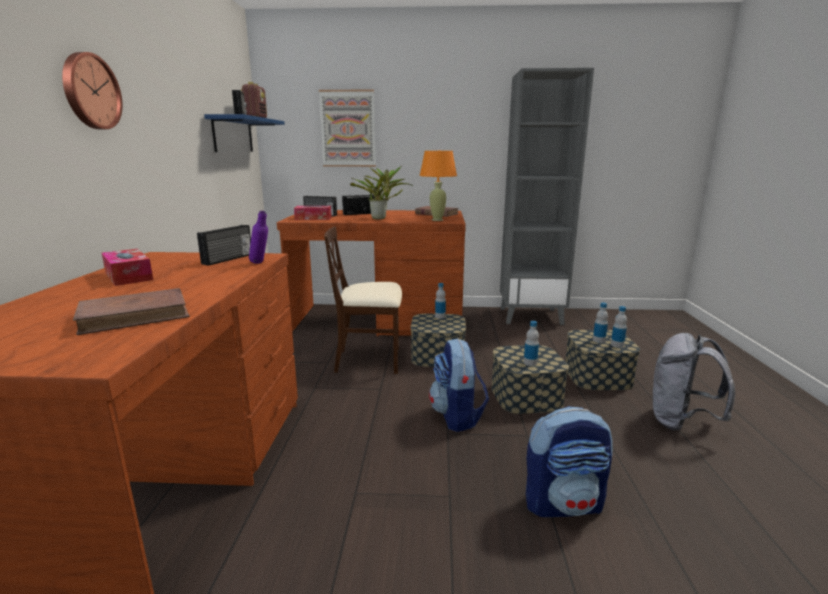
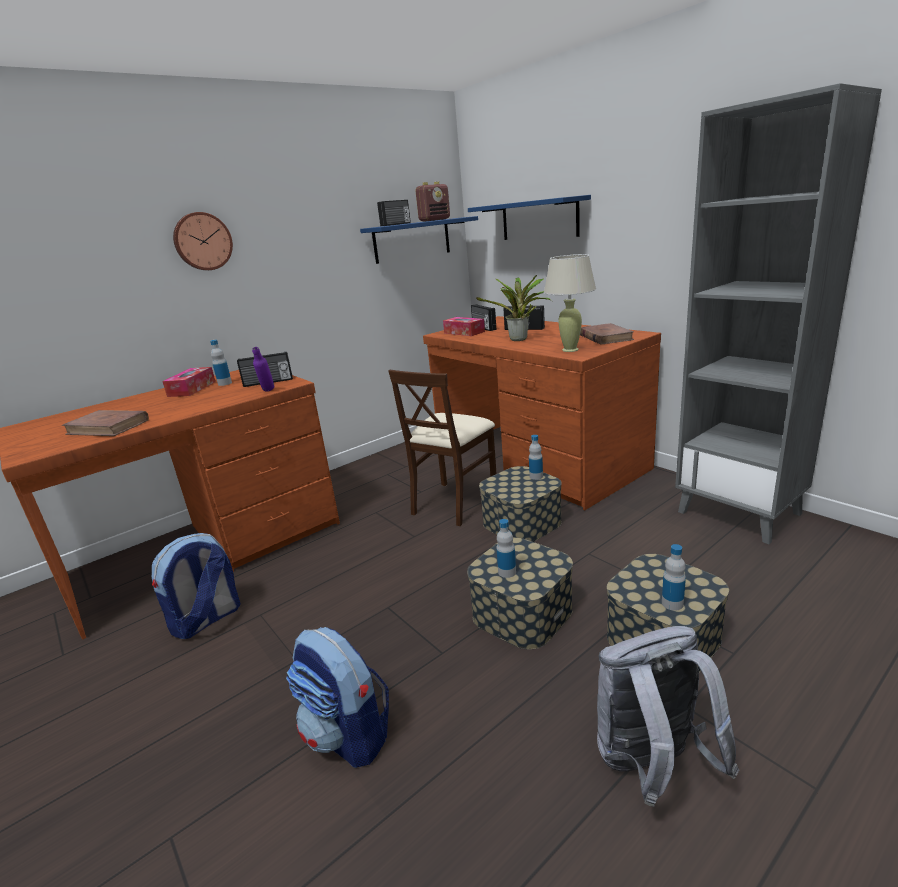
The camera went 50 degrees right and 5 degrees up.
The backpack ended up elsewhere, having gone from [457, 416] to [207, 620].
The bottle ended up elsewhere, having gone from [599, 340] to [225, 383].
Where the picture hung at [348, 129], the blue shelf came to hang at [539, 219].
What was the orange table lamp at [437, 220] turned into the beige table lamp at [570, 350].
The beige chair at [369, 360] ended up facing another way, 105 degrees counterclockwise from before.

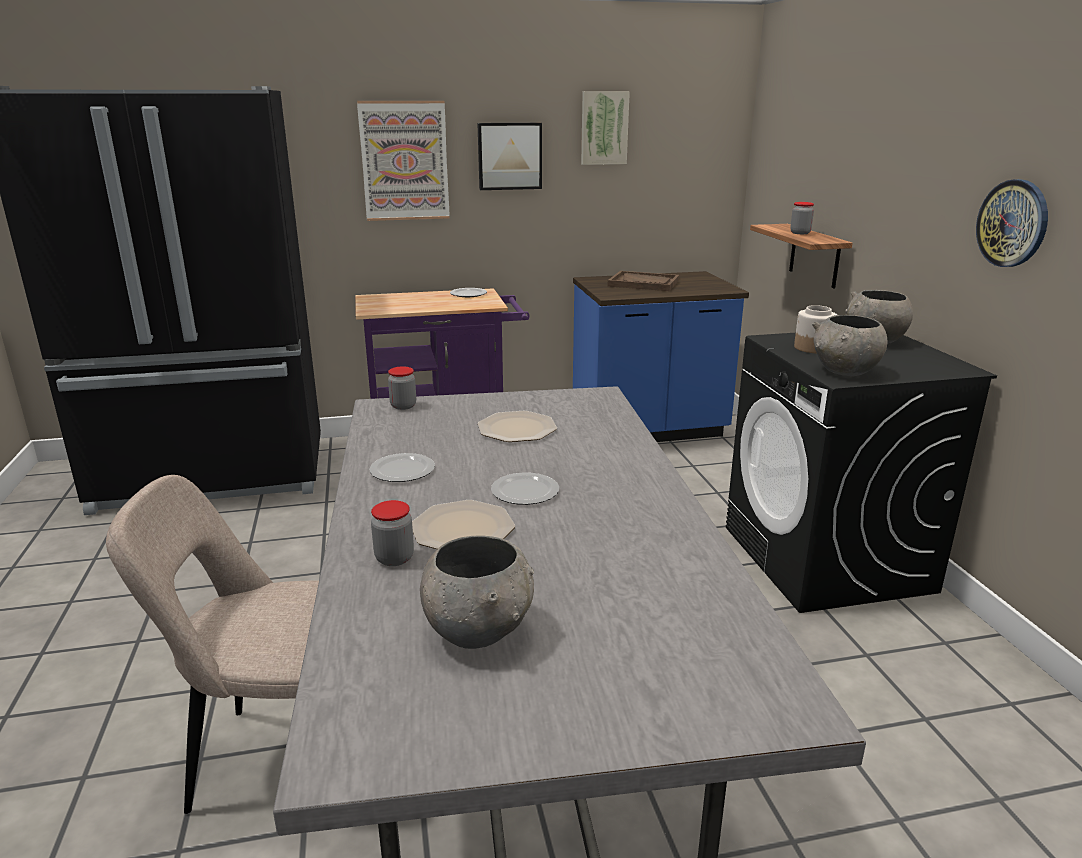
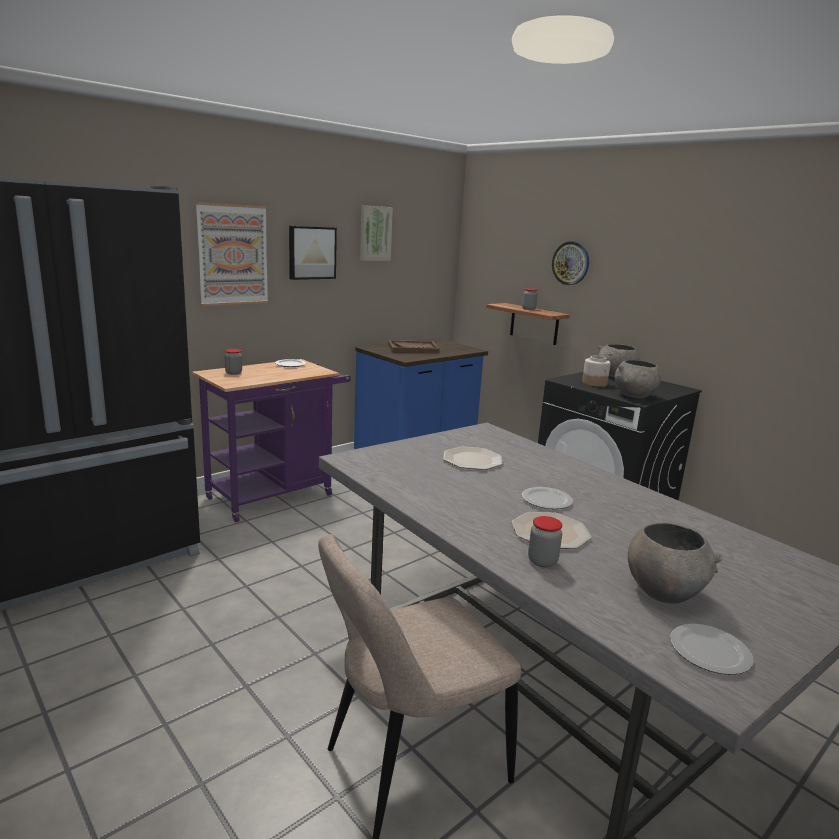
The camera went 30 degrees left and 5 degrees down.
The plate ended up elsewhere, having gone from [402, 470] to [708, 651].
The jar ended up elsewhere, having gone from [403, 406] to [233, 373].
The wall clock ended up elsewhere, having gone from [1012, 223] to [571, 263].

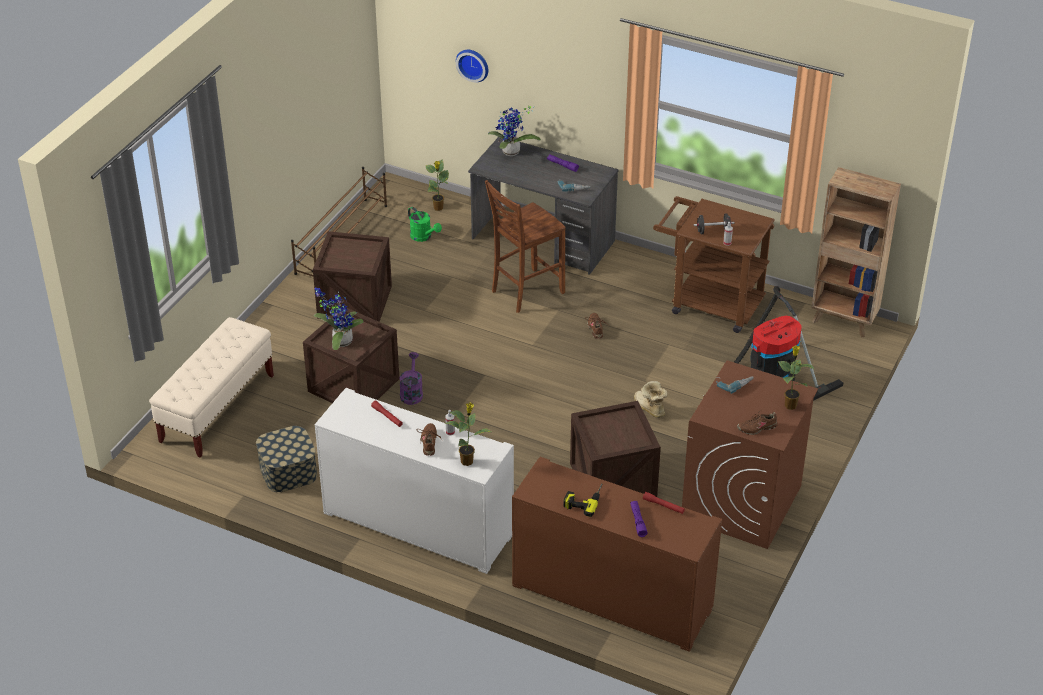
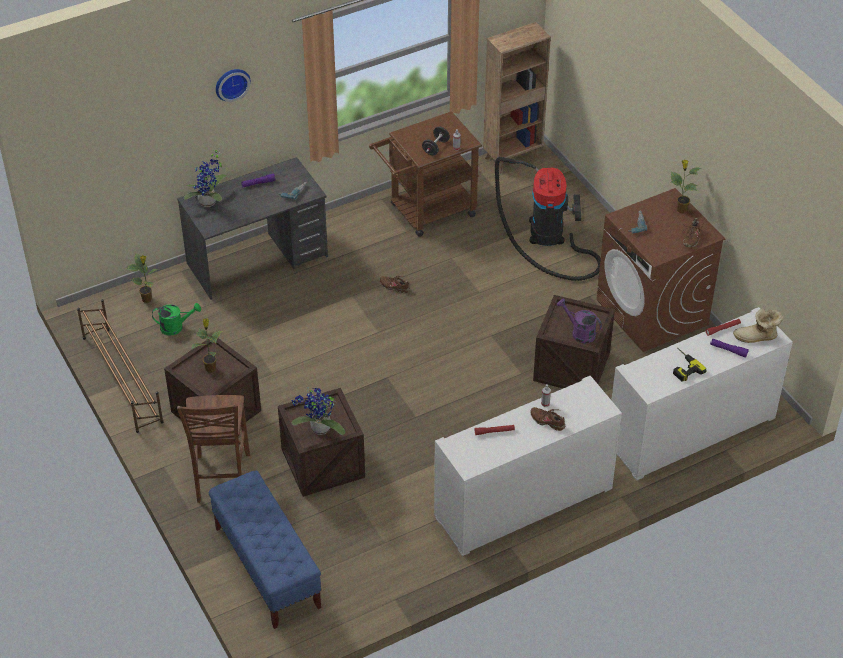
The camera went 55 degrees left and 5 degrees up.
The second view lost the storage box at [288, 471].
The purple watering can ended up elsewhere, having gone from [411, 393] to [579, 332].
The potted plant ended up elsewhere, having gone from [467, 461] to [210, 368].
The wall clock ended up elsewhere, having gone from [473, 64] to [231, 83].
The brown chair ended up elsewhere, having gone from [525, 292] to [221, 479].
The boot ended up elsewhere, having gone from [649, 409] to [756, 338].
What was the beige bench at [217, 408] turned into the blue bench at [267, 567].
What was the brown cabinet at [612, 597] turned into the white cabinet at [691, 431].

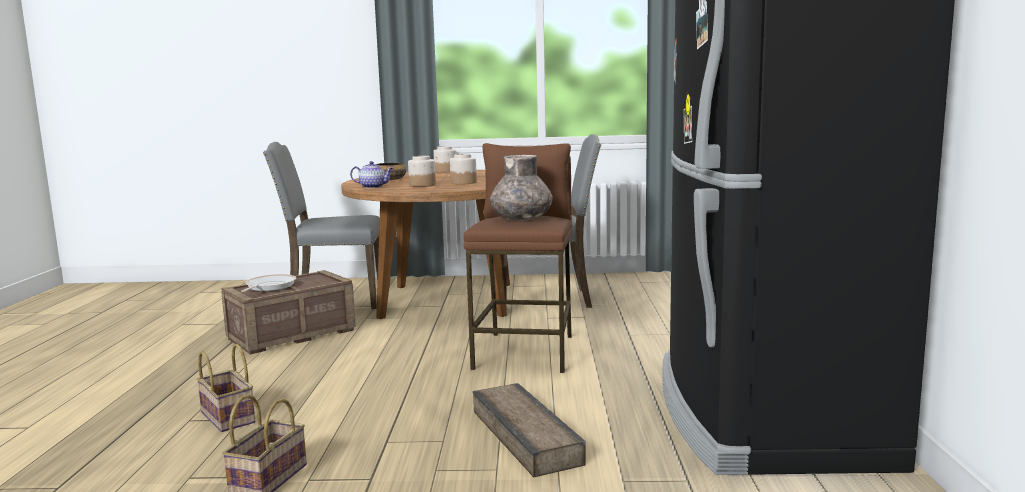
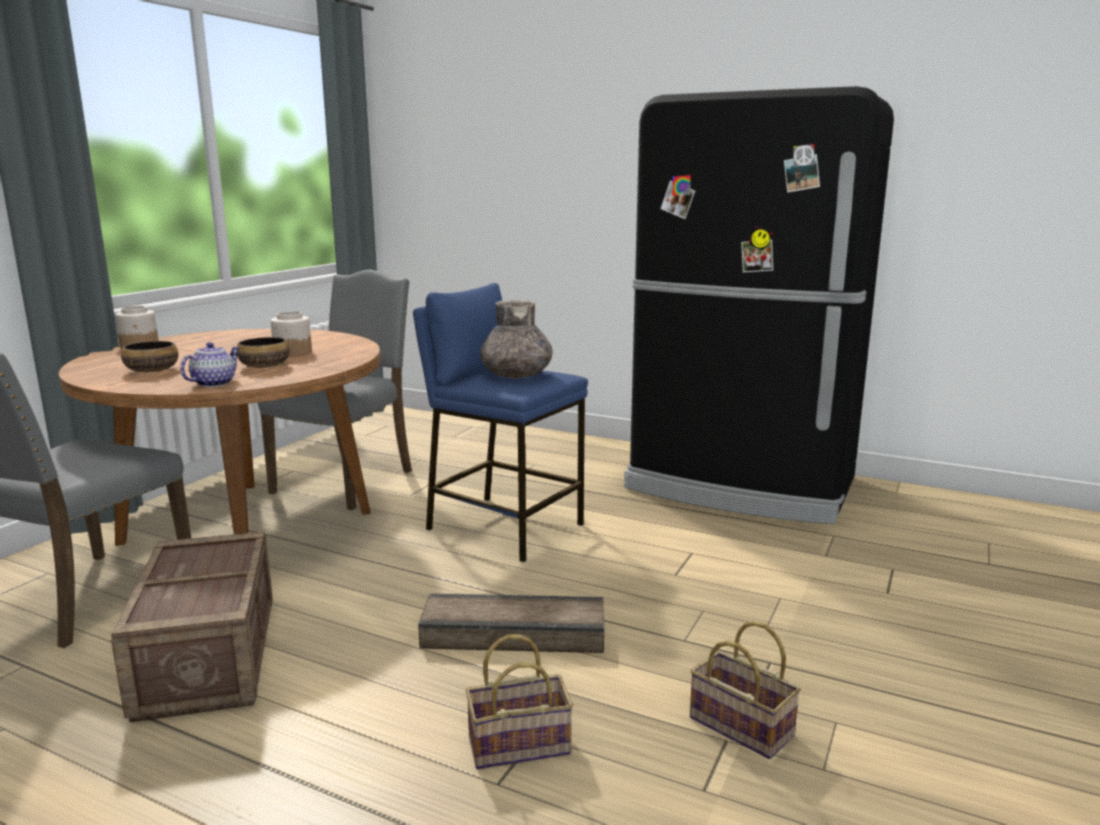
The camera went 65 degrees left and 5 degrees up.
The second view lost the frying pan at [269, 287].
The crate ended up elsewhere, having gone from [527, 435] to [513, 632].
Where the jar stood at [422, 185], the bowl came to stand at [264, 366].
What was the brown stool at [526, 352] turned into the blue stool at [504, 526].

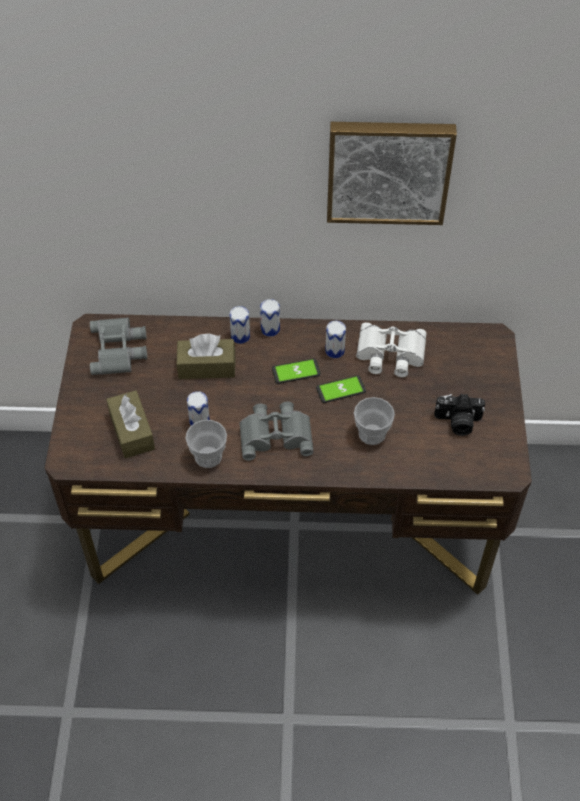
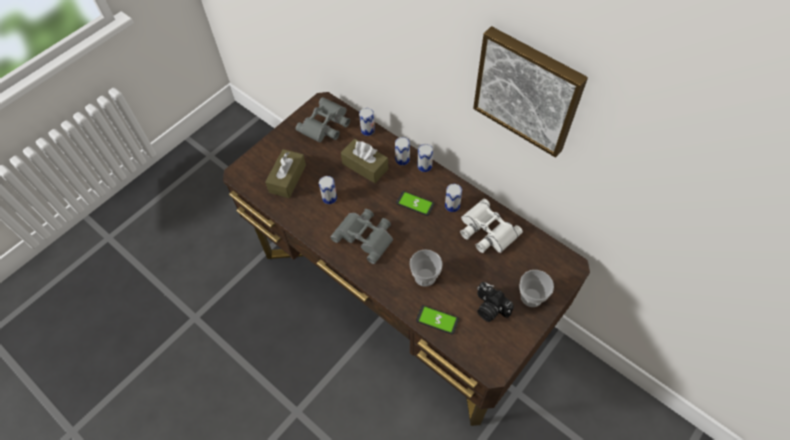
The camera went 40 degrees right and 5 degrees up.
The second view gained the can at [367, 130].
The cup ended up elsewhere, having gone from [208, 456] to [531, 297].
The phone ended up elsewhere, having gone from [341, 390] to [437, 320].

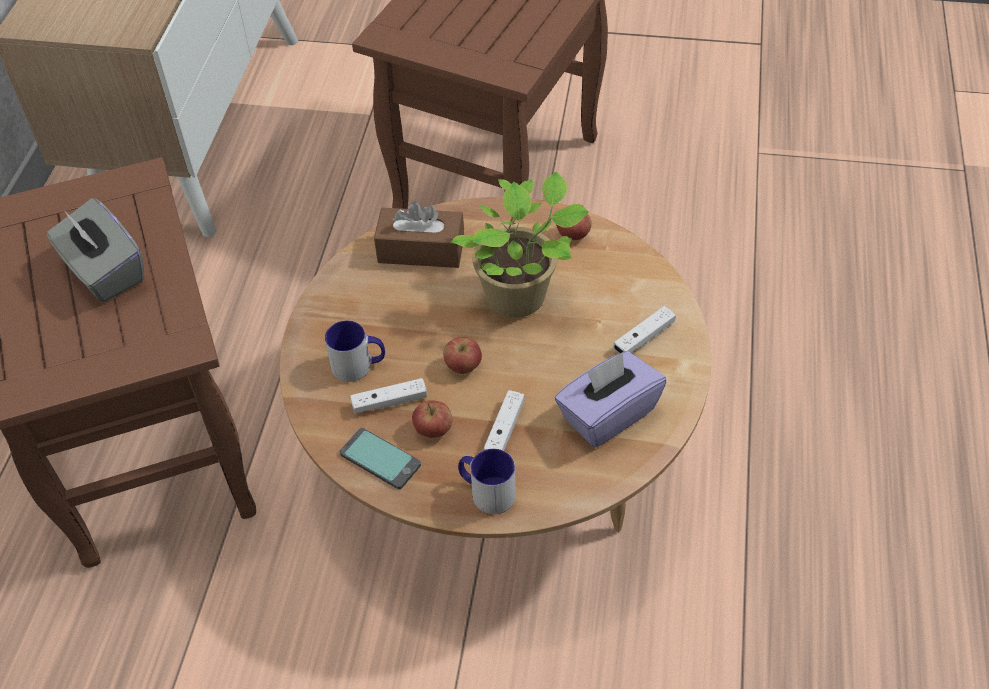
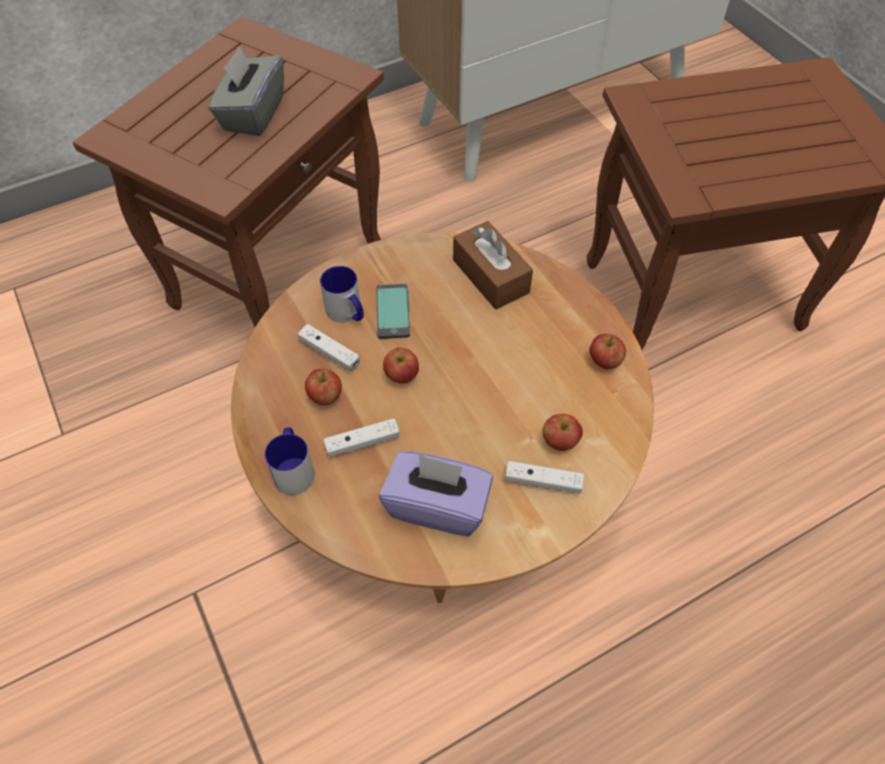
The camera went 50 degrees right and 5 degrees up.
The second view lost the potted plant at [521, 297].
The second view gained the apple at [559, 441].
The phone ended up elsewhere, having gone from [380, 459] to [393, 312].

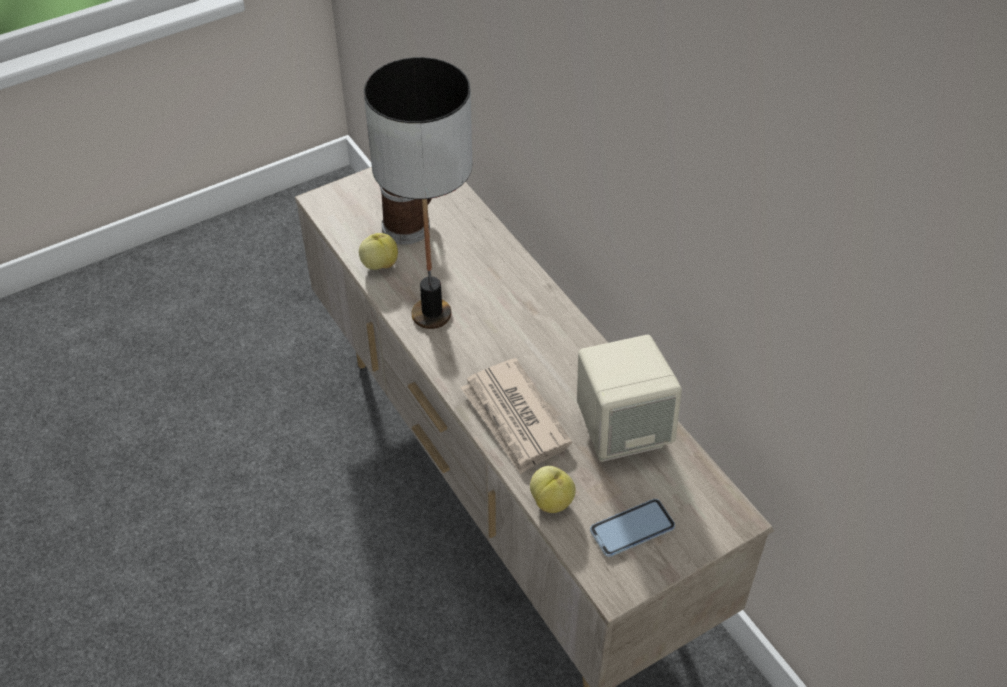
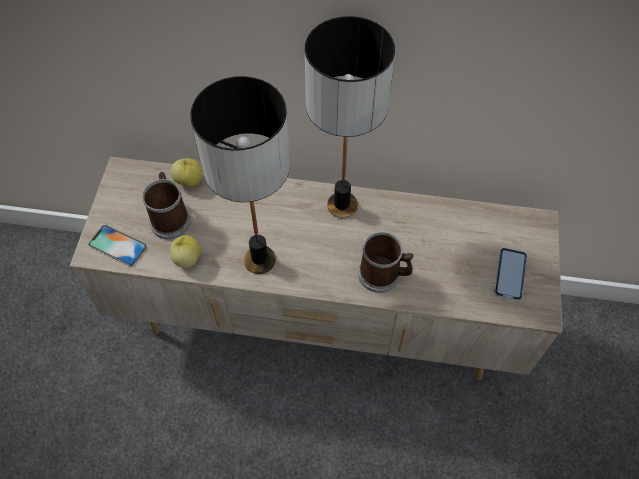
The camera went 50 degrees left and 10 degrees up.
The second view lost the beige speaker at [622, 431].
The second view gained the phone at [117, 245].
The second view gained the table lamp at [342, 205].
The apple ended up elsewhere, having gone from [552, 501] to [189, 180].
Where the newspaper stood at [515, 419], the mug came to stand at [384, 275].

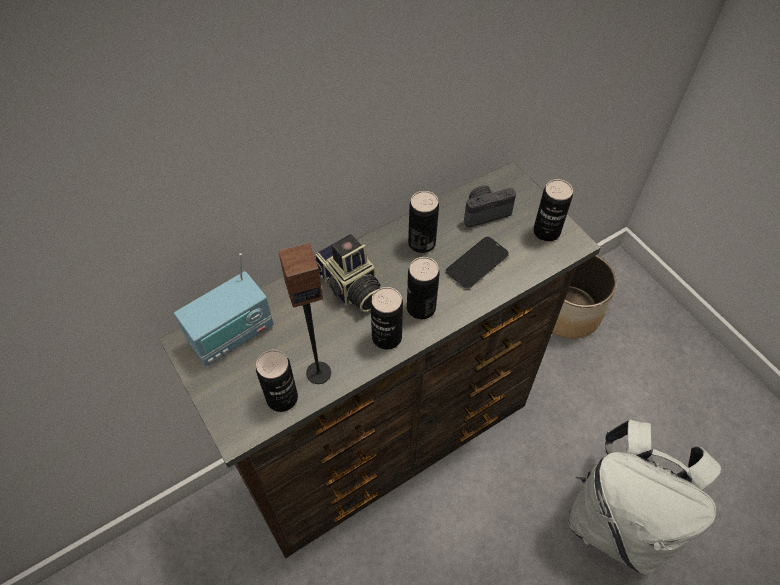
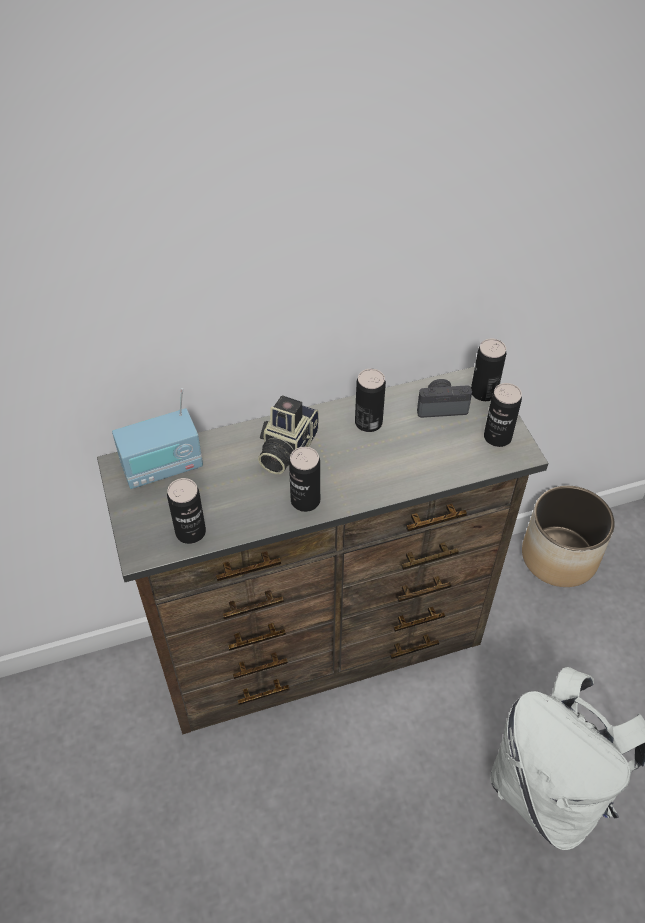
The camera went 15 degrees right and 5 degrees down.
The second view lost the speaker at [318, 372].
The second view lost the phone at [477, 263].
The can ended up elsewhere, having gone from [421, 308] to [484, 392].
The photo camera at [350, 287] ended up facing another way, 45 degrees clockwise from before.

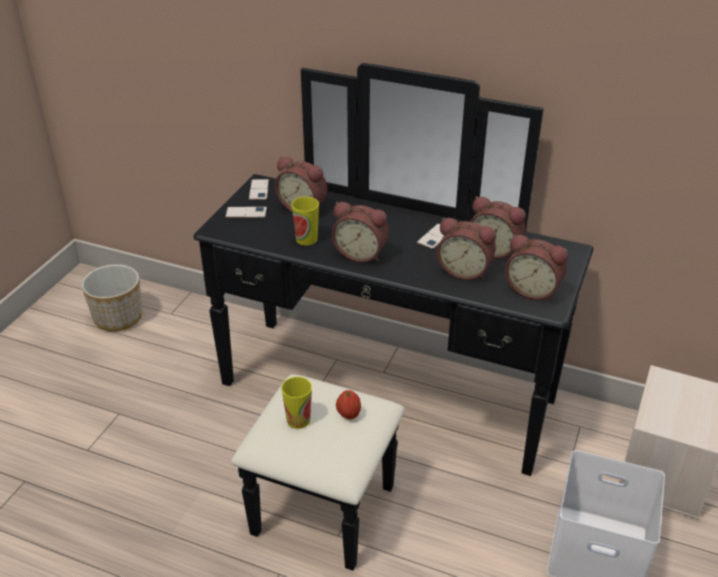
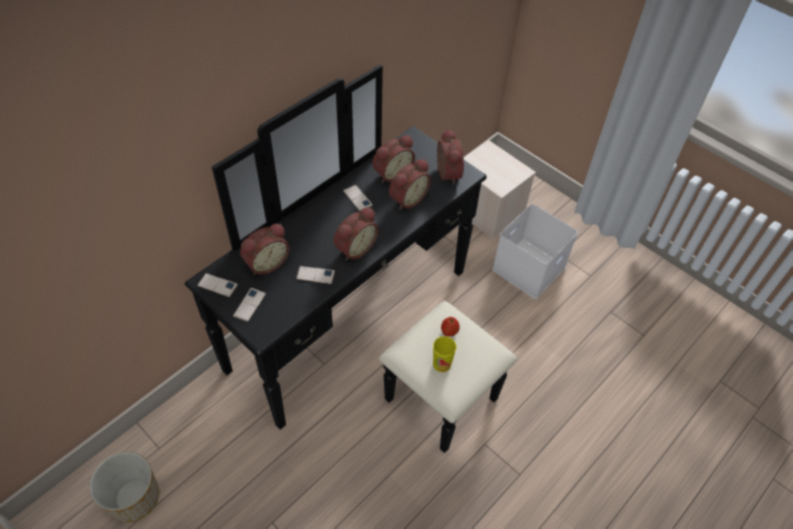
The camera went 70 degrees left and 15 degrees up.
Where the cup stood at [306, 239], the phone came to stand at [315, 275].
The alarm clock at [533, 289] ended up facing another way, 60 degrees counterclockwise from before.

